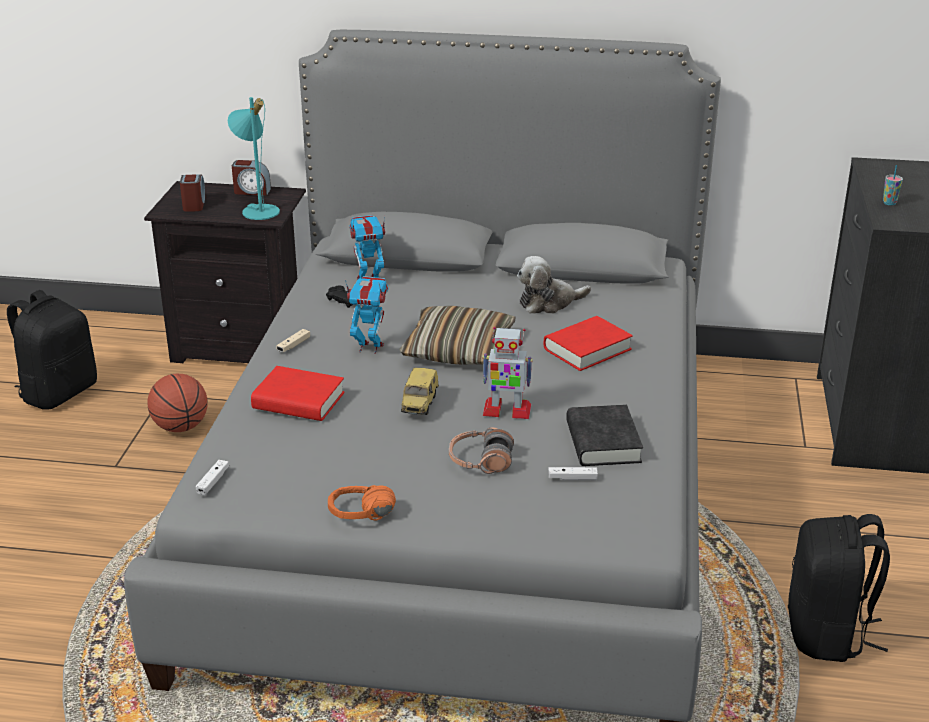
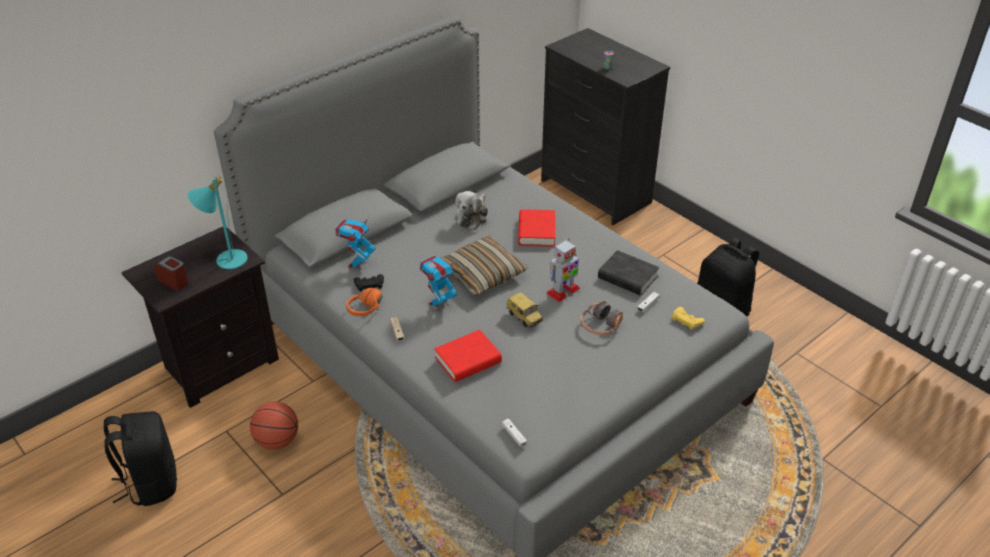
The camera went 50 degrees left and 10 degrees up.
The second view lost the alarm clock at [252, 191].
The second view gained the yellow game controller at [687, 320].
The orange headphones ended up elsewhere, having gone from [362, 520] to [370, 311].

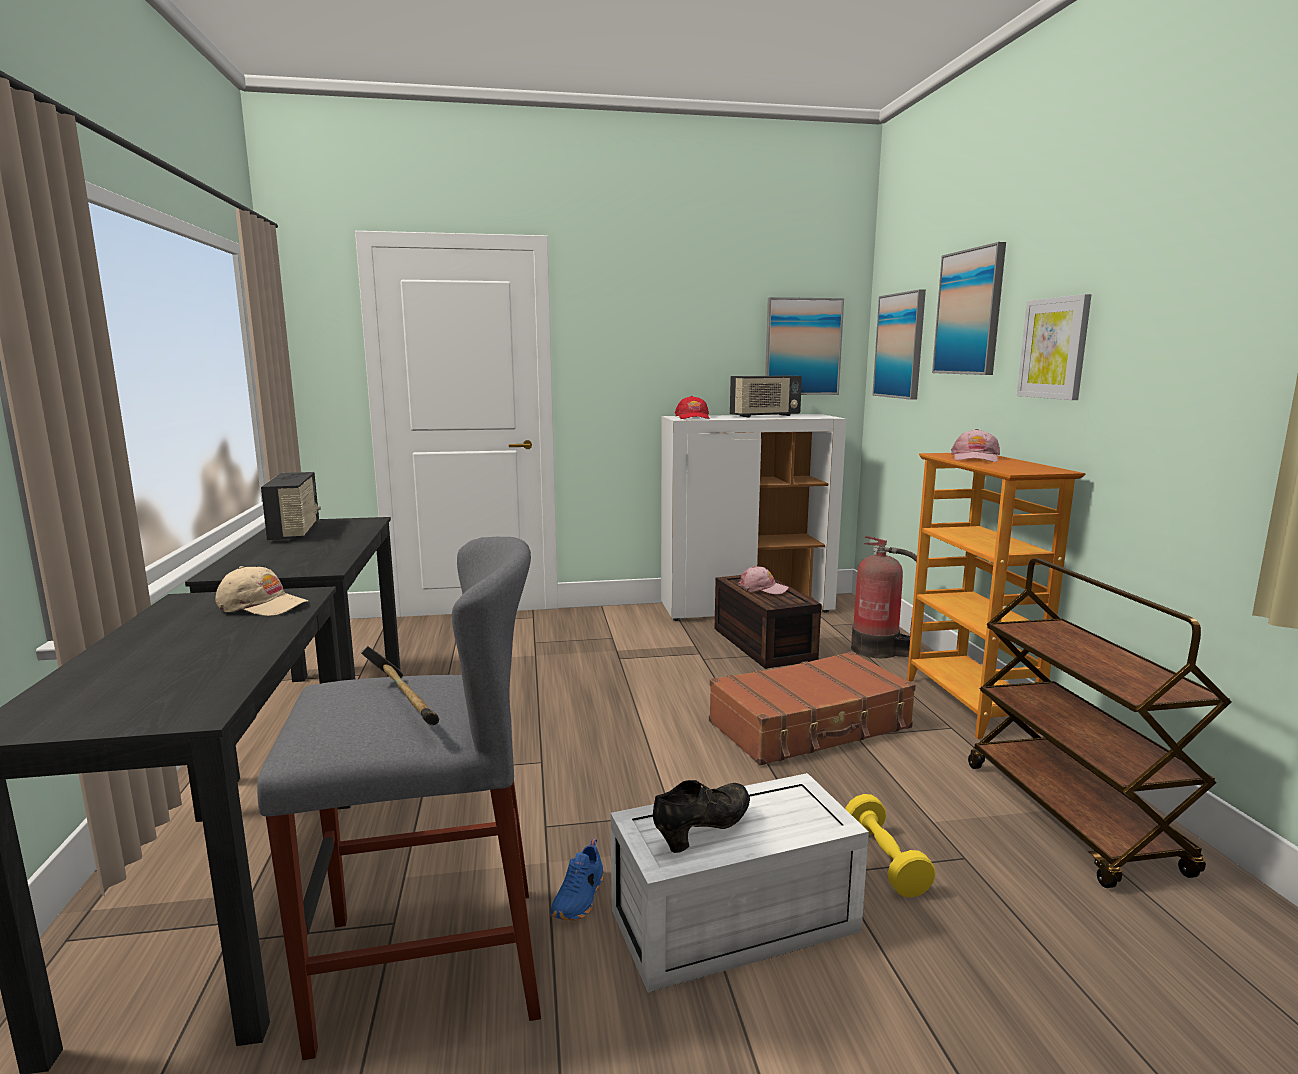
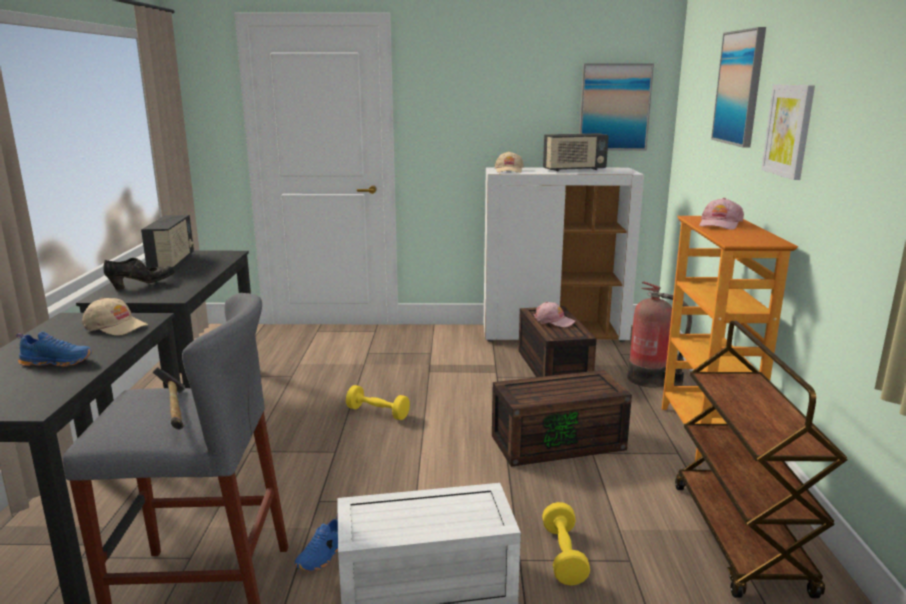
The camera went 10 degrees right and 5 degrees up.
The second view lost the picture at [900, 346].
The second view gained the blue shoe at [58, 362].
The second view gained the yellow dumbbell at [378, 413].
The black shoe ended up elsewhere, having gone from [703, 831] to [142, 285].
Where the brown suitcase stood at [811, 726], the brown storage box came to stand at [559, 441].
What was the red cap at [693, 417] turned into the beige cap at [509, 170].

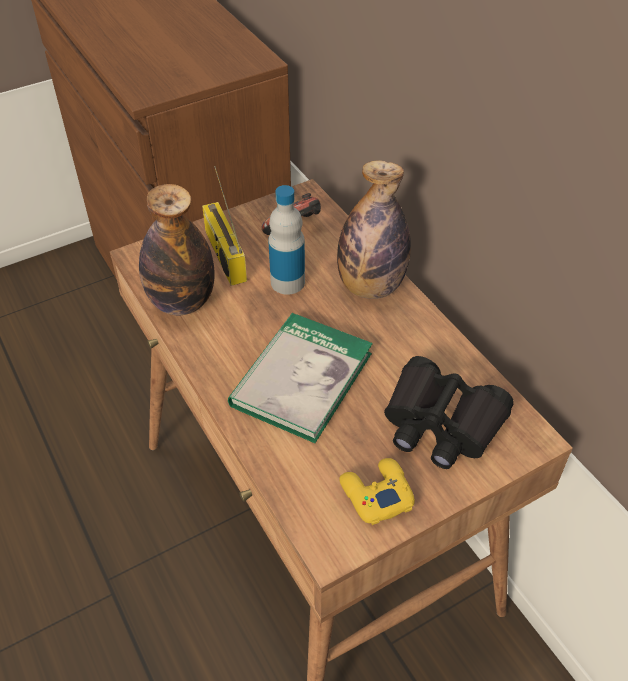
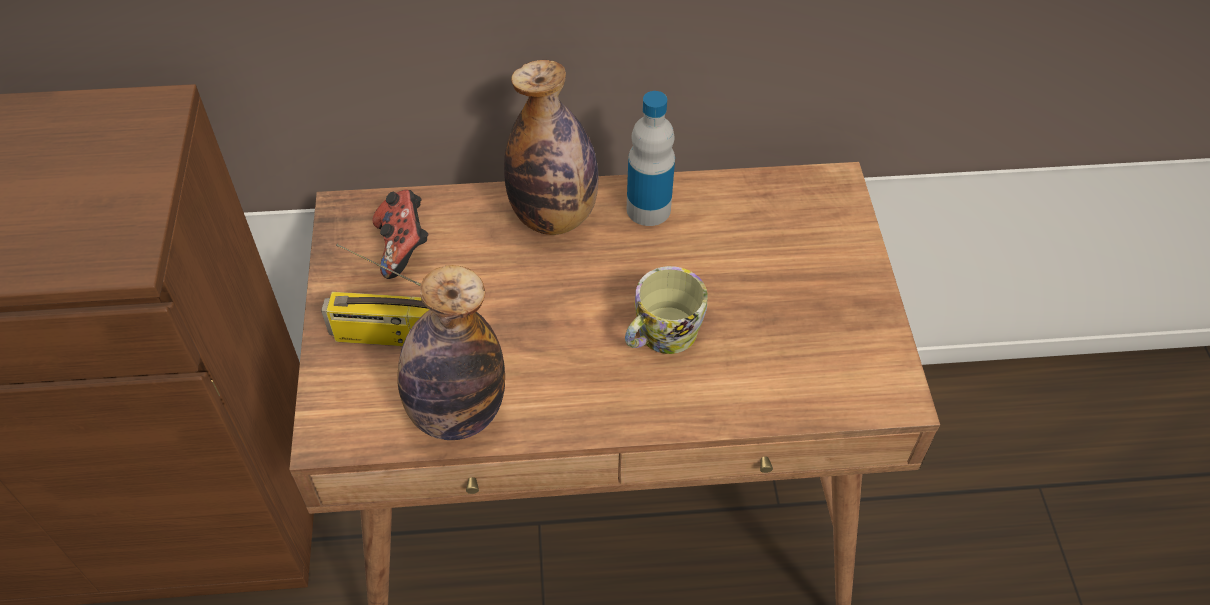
The camera went 65 degrees left and 5 degrees up.
The second view lost the yellow game controller at [375, 494].
The second view lost the black binoculars at [440, 423].
The bottle ended up elsewhere, having gone from [287, 282] to [648, 209].
Where the book stood at [302, 379], the mug came to stand at [660, 335].

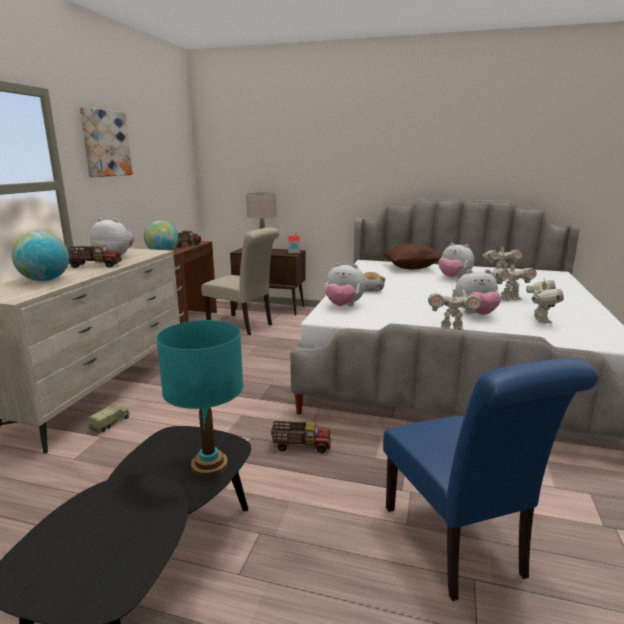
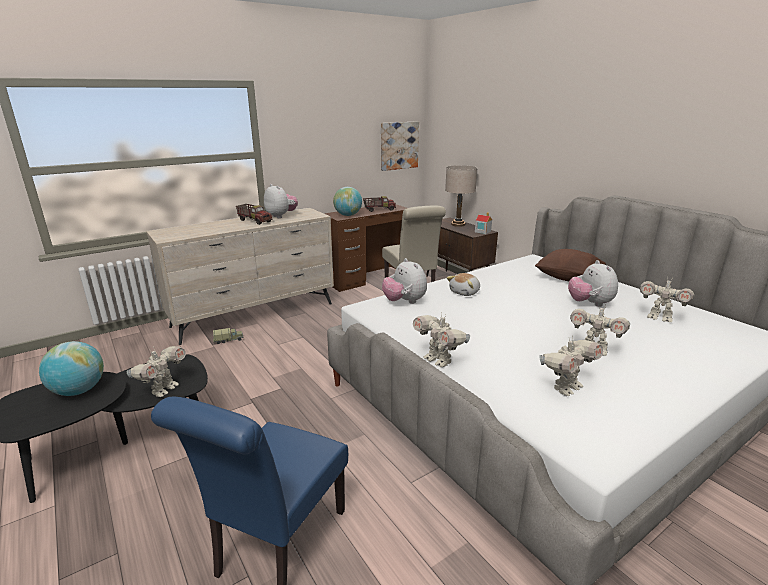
The camera went 40 degrees right and 5 degrees up.
The second view lost the toy truck at [301, 445].
The second view lost the plush toy at [476, 314].
The globe ended up elsewhere, having gone from [45, 280] to [79, 390].
The picture ended up elsewhere, having gone from [105, 143] to [399, 145].
Where the turquoise table lamp stood at [209, 465], the toy robot came to stand at [163, 390].

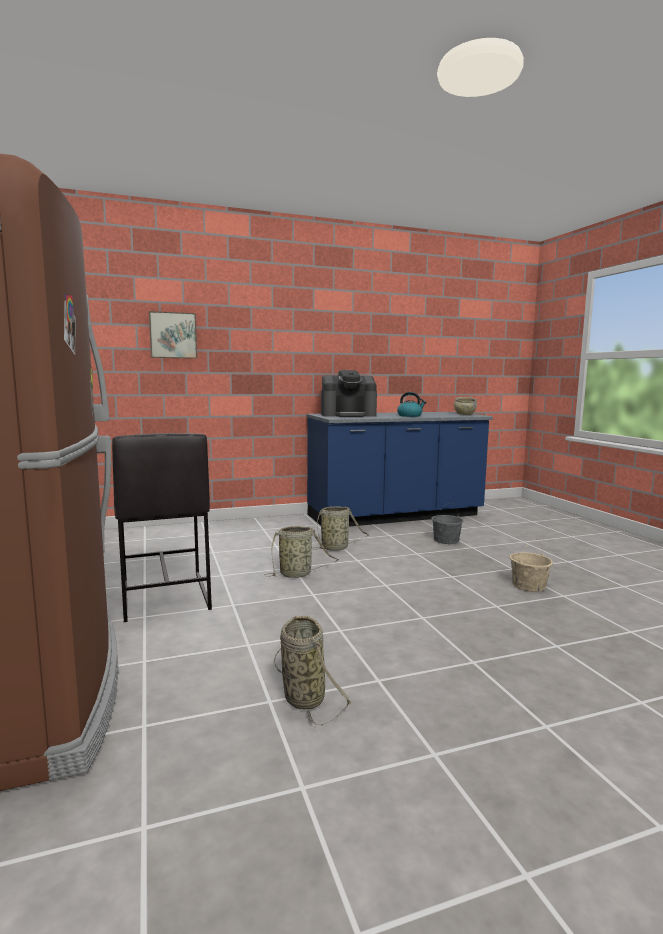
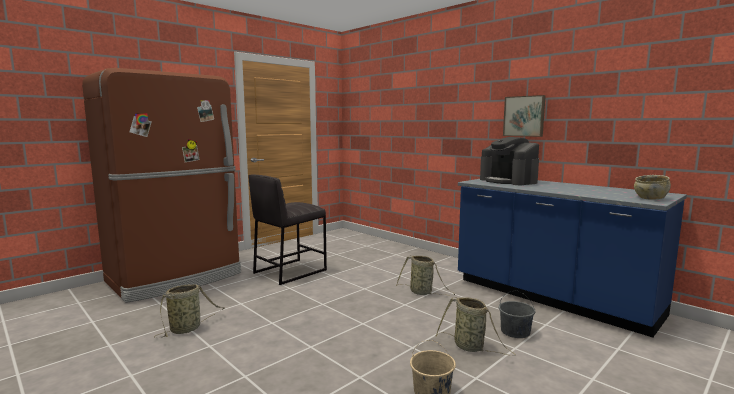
The camera went 65 degrees right and 0 degrees up.
The second view lost the kettle at [410, 416].
The picture ended up elsewhere, having gone from [173, 335] to [524, 116].
The basket ended up elsewhere, having gone from [297, 574] to [471, 347].

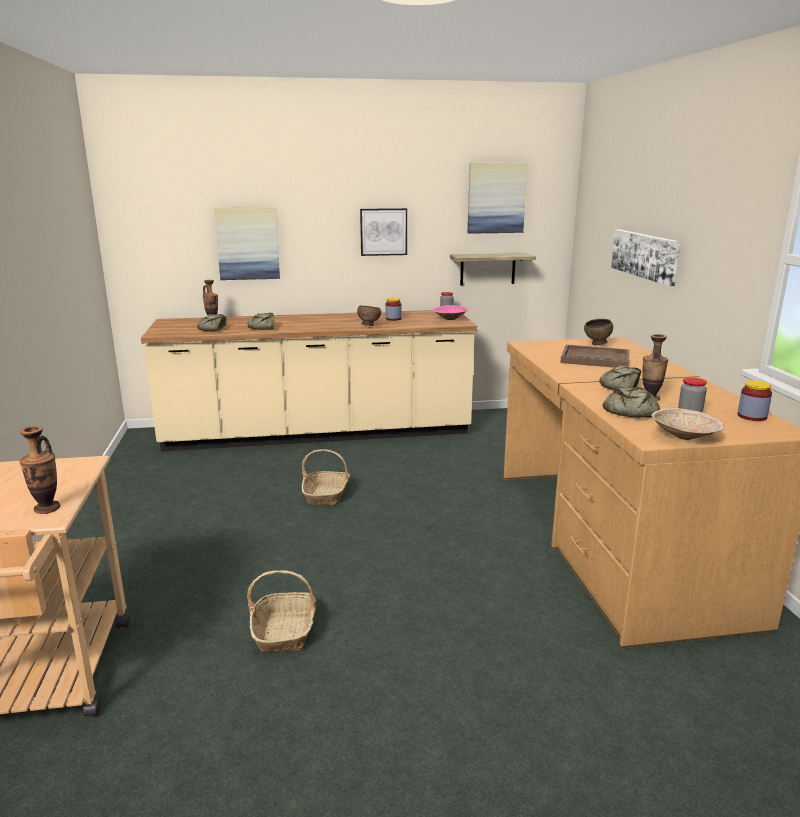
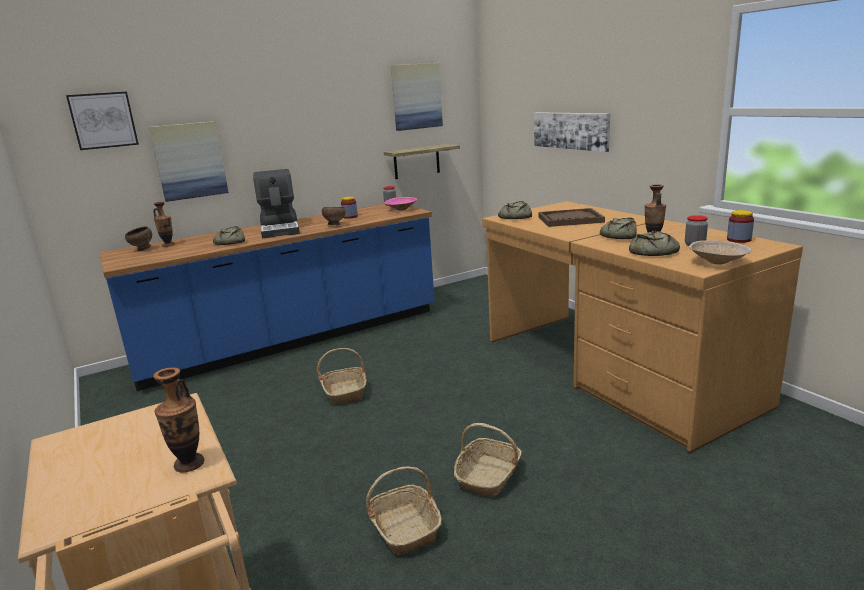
The camera went 20 degrees left and 0 degrees up.
The second view gained the coffee machine at [281, 229].
The second view gained the basket at [488, 476].
The bread ended up elsewhere, having gone from [212, 328] to [514, 217].
The picture ended up elsewhere, having gone from [383, 232] to [103, 120].
The brown bowl ended up elsewhere, having gone from [597, 344] to [142, 250].
What was the beige counter at [318, 433] turned into the blue counter at [293, 339].

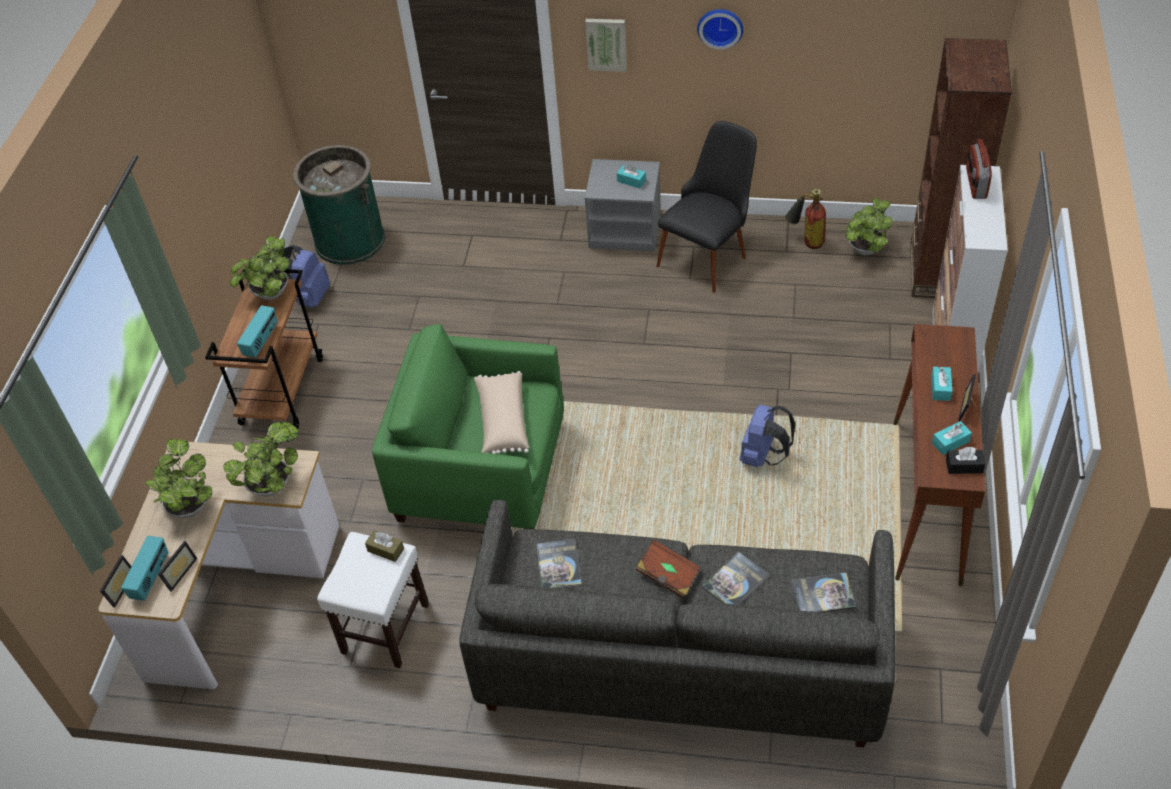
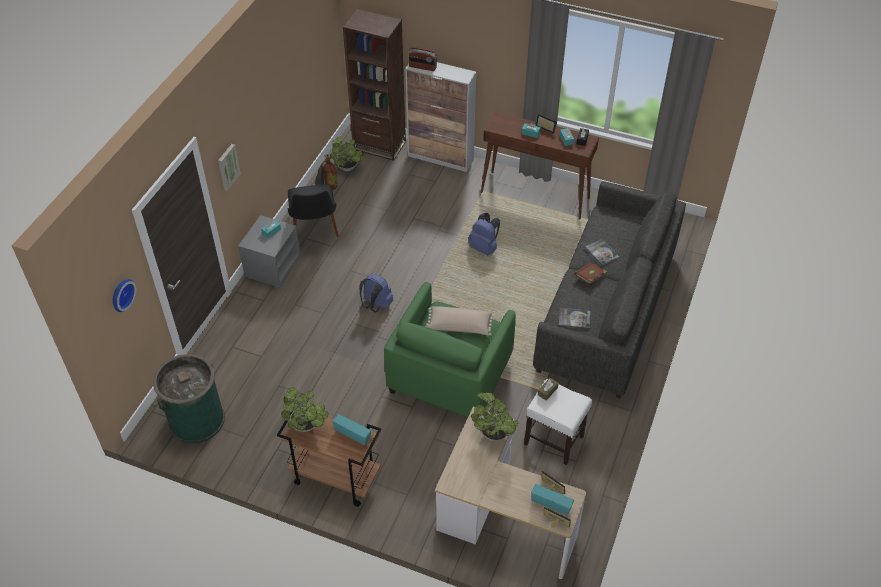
The camera went 80 degrees left and 0 degrees up.
The second view lost the potted plant at [189, 505].
The second view lost the book at [823, 594].
The blue backpack ended up elsewhere, having gone from [310, 297] to [376, 305].
The wall clock ended up elsewhere, having gone from [720, 26] to [121, 294].
The black chair at [709, 253] ended up facing another way, 150 degrees counterclockwise from before.

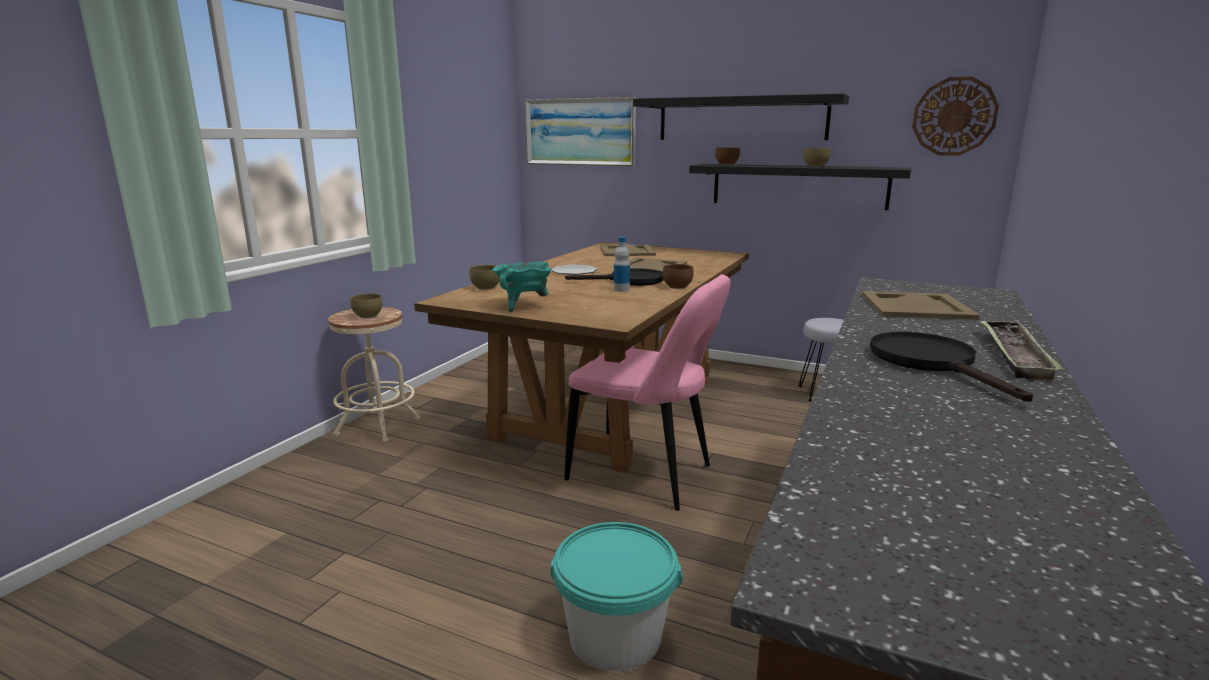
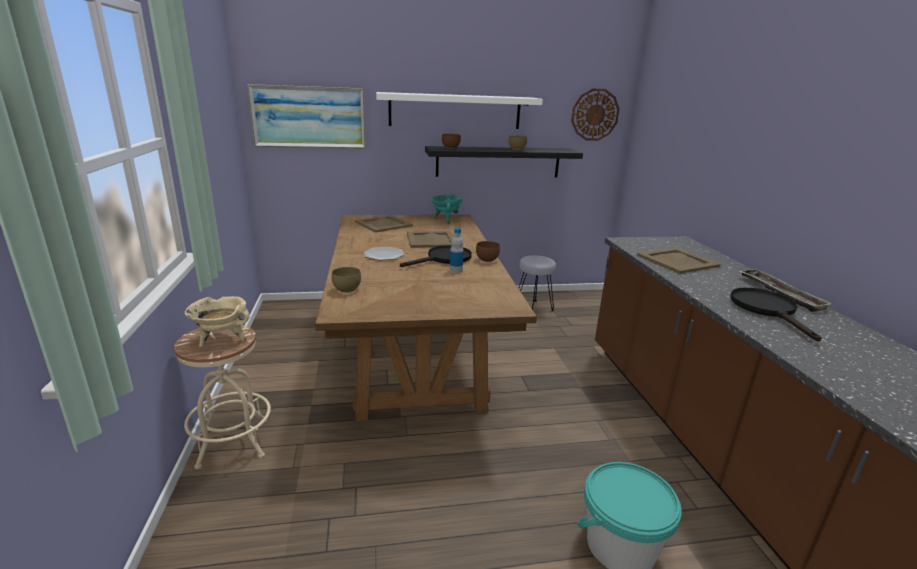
The camera went 35 degrees left and 5 degrees up.
The second view lost the pink chair at [646, 475].
The turquoise cooking pot ended up elsewhere, having gone from [523, 306] to [446, 220].
Where the brown bowl stood at [369, 316], the beige cooking pot came to stand at [222, 339].
What was the black shelf at [741, 119] turned into the white shelf at [455, 111].
The black frying pan at [931, 363] ended up facing another way, 45 degrees clockwise from before.

